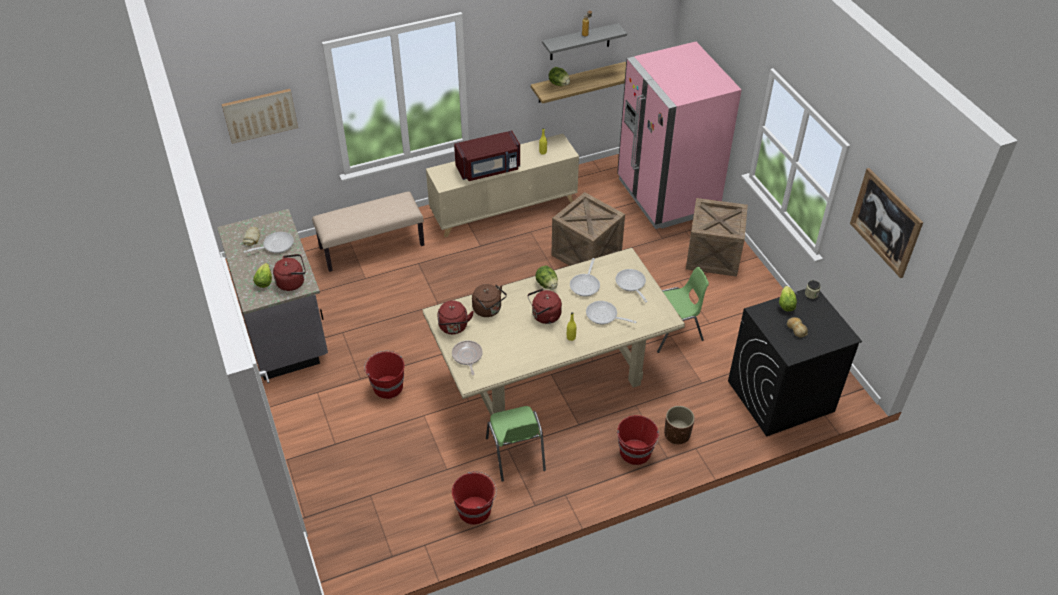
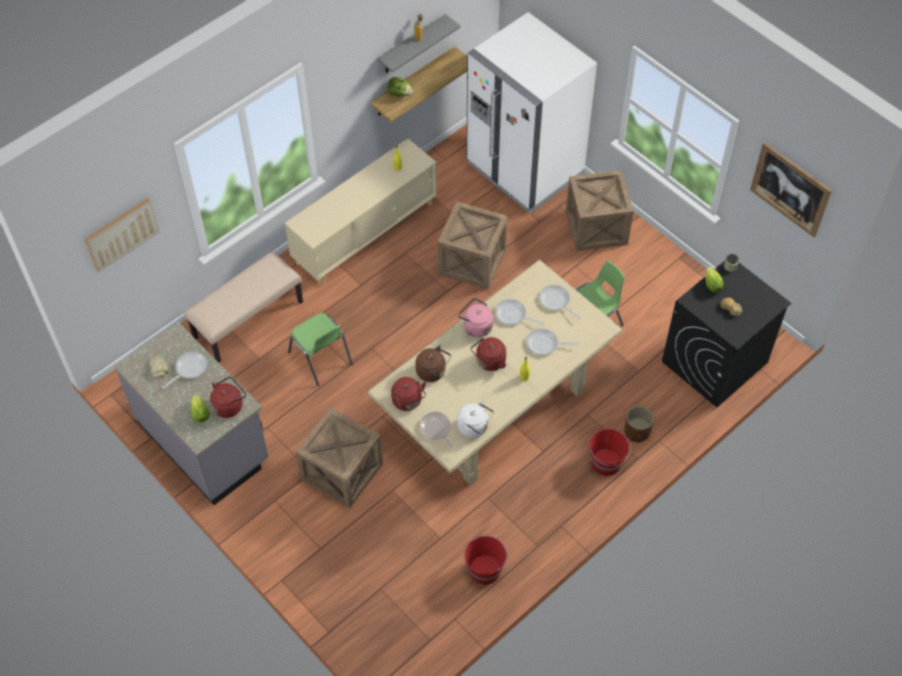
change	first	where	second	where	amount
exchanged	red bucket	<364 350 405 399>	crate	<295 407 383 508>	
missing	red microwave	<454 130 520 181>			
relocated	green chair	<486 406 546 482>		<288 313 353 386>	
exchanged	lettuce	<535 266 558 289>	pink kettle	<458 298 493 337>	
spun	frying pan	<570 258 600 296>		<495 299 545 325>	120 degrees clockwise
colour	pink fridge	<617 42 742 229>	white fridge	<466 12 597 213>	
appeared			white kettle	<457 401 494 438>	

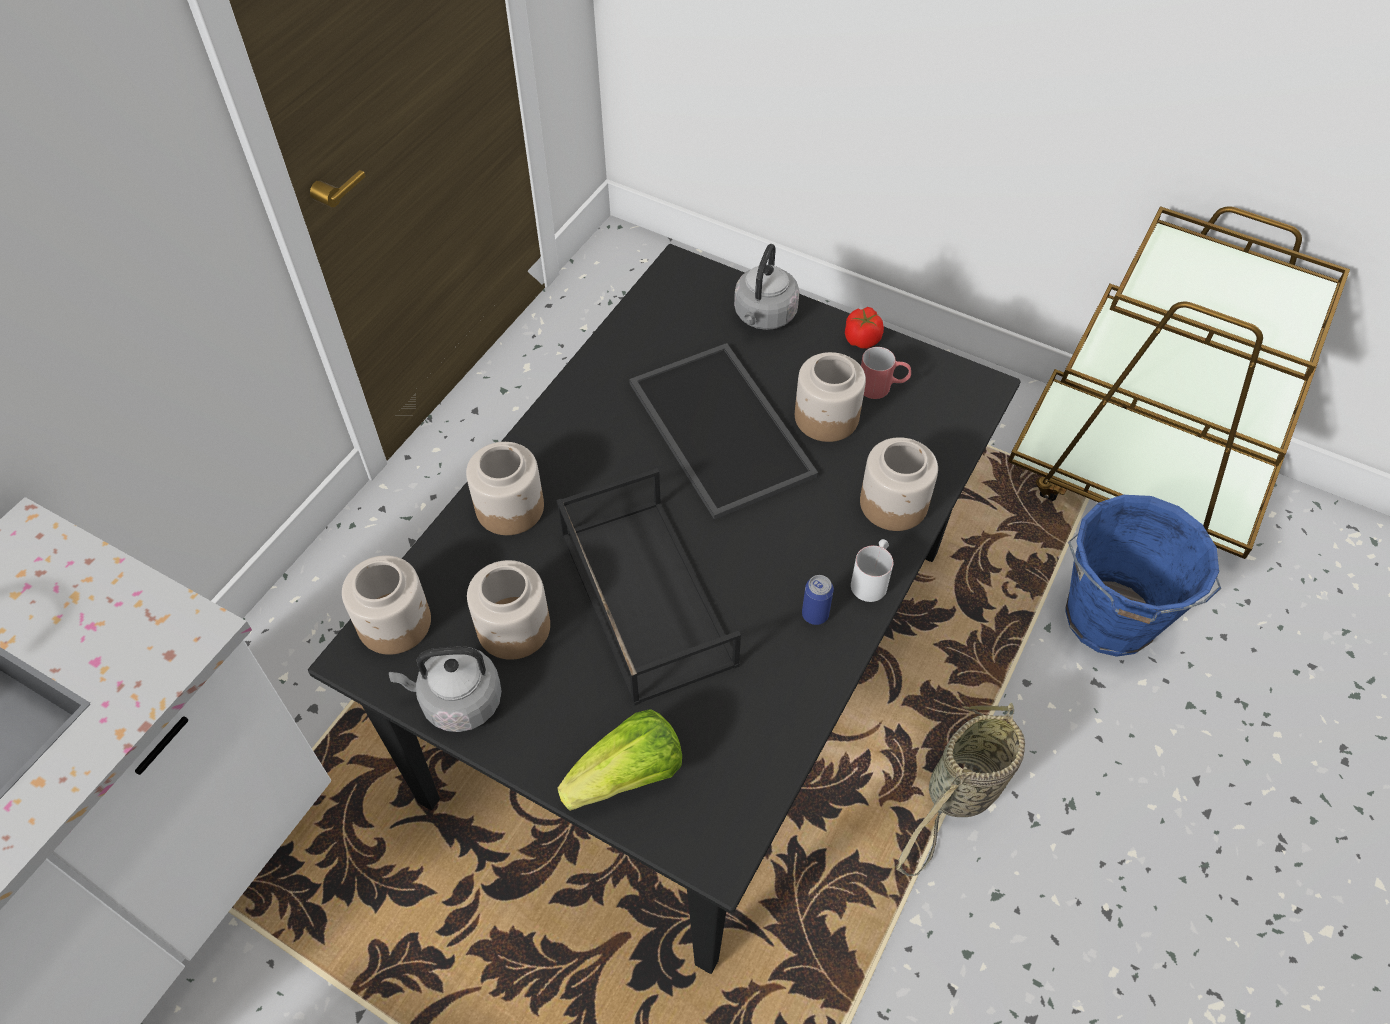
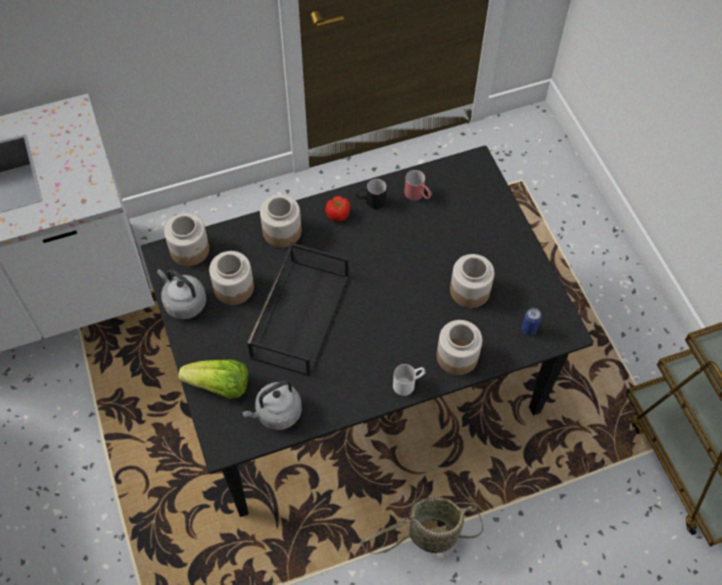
change	first	where	second	where	amount
missing	tray	<629 343 818 520>			
relocated	grey kettle	<734 244 800 330>		<242 380 302 430>	
relocated	can	<802 575 834 625>		<522 308 541 335>	
relocated	tomato	<845 307 884 349>		<325 196 350 221>	
relocated	red mug	<861 347 911 399>		<405 170 432 200>	
missing	blue bucket	<1065 495 1221 657>			
appeared			black mug	<356 179 387 209>	

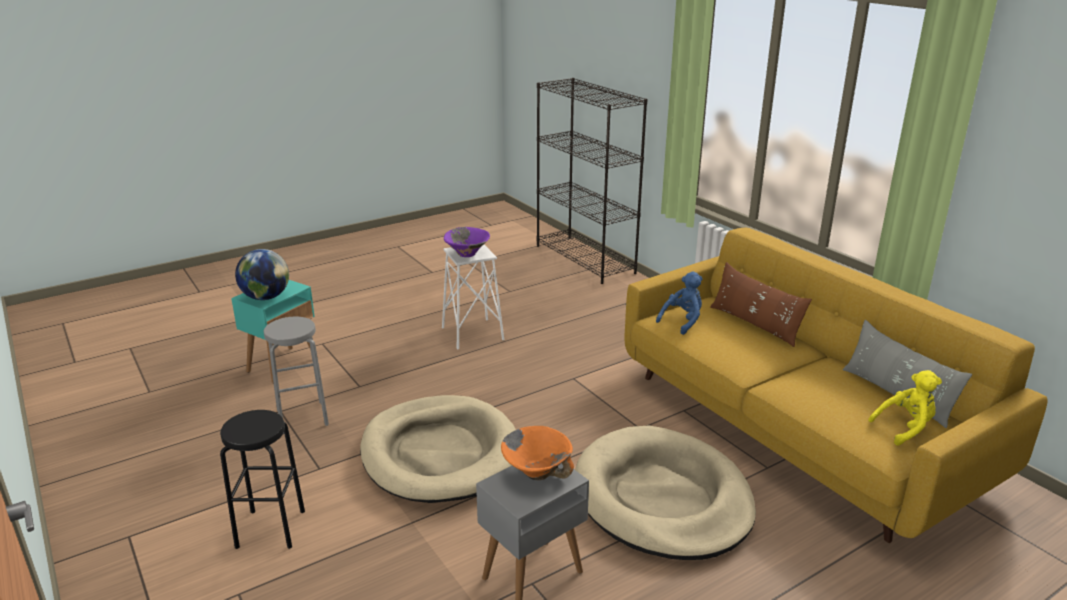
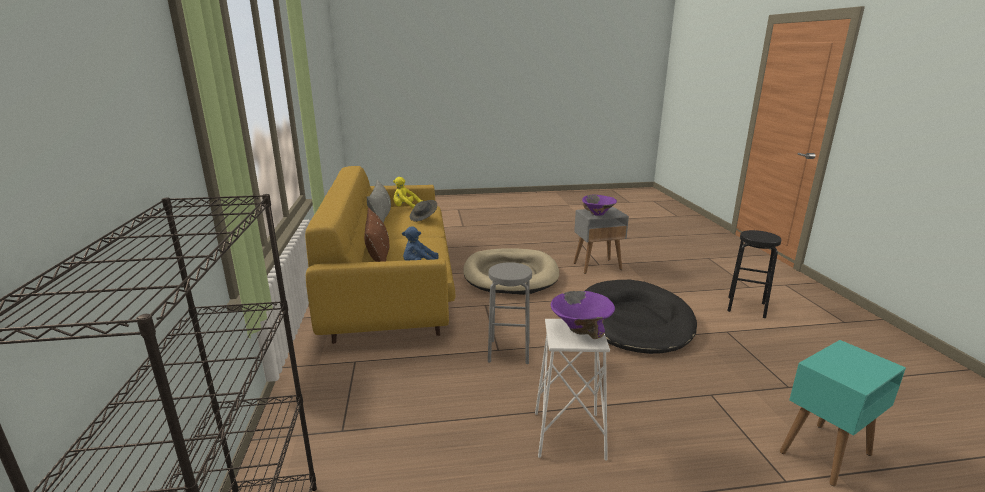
change	first	where	second	where	amount
missing	globe	<235 249 289 300>			
relocated	grey stool	<264 316 329 434>		<488 262 532 364>	
colour	beige dog bed	<360 395 516 503>	black dog bed	<585 280 697 354>	
colour	orange bowl	<501 426 574 480>	purple bowl	<582 194 617 216>	
appeared			grey hat	<410 200 437 222>	

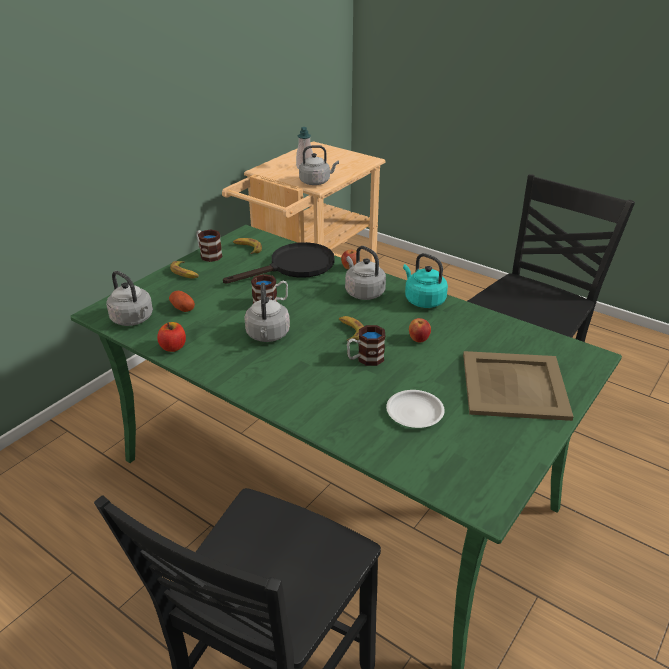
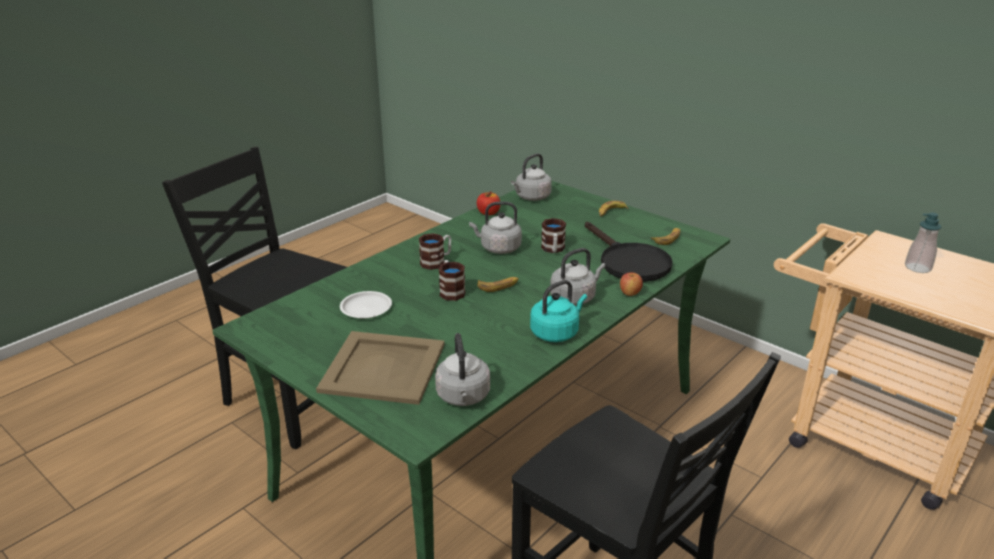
change	first	where	second	where	amount
missing	potato	<169 291 195 312>			
relocated	mug	<196 229 223 262>		<419 233 451 270>	
relocated	grey kettle	<299 145 339 185>		<435 333 490 406>	
missing	apple	<409 318 431 343>			

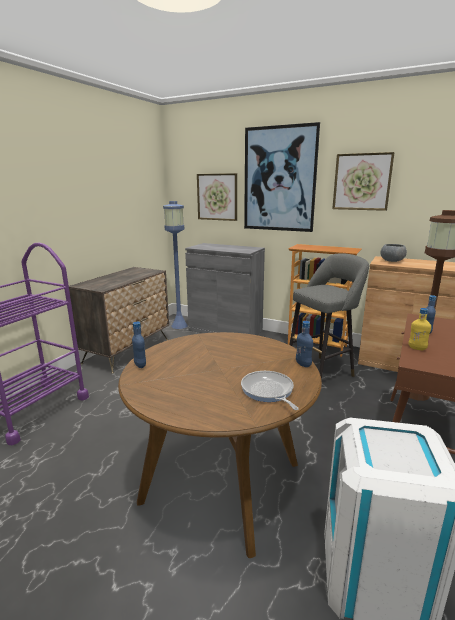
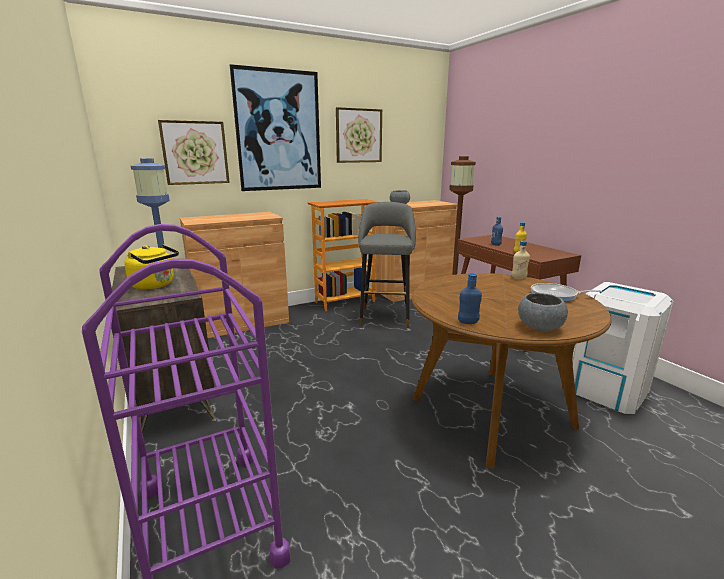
change	first	where	second	where	amount
colour	grey cabinet	<185 243 265 335>	brown cabinet	<180 212 289 338>	
colour	blue bottle	<296 321 313 367>	beige bottle	<511 241 530 279>	
appeared			yellow kettle	<124 244 179 289>	
appeared			grey bowl	<518 293 568 331>	

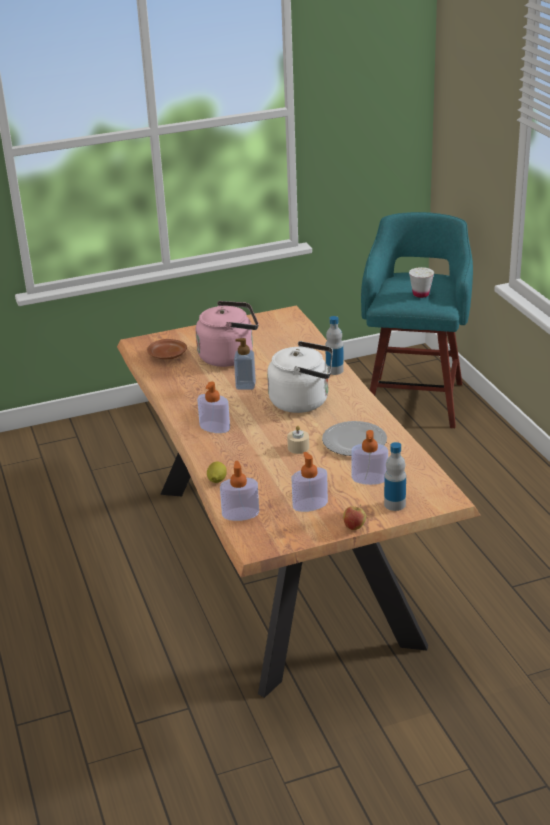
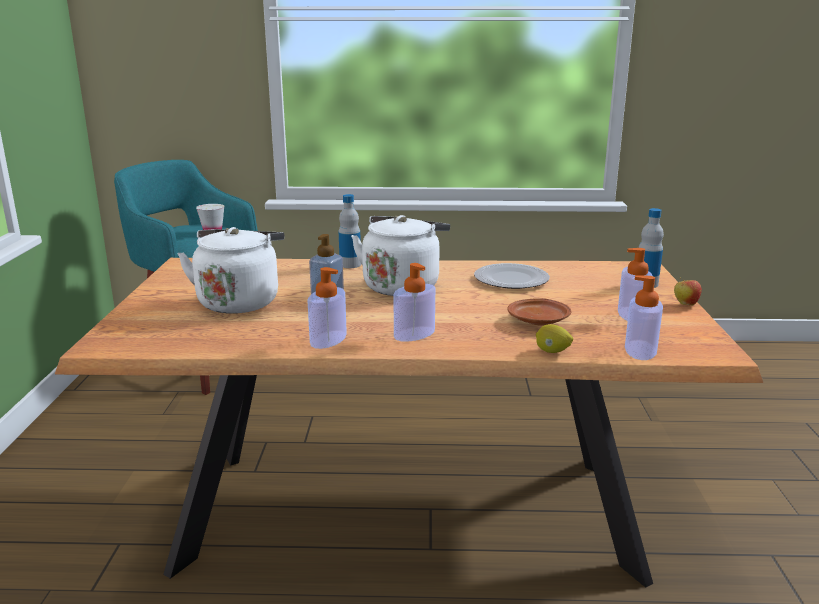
change	first	where	second	where	amount
relocated	brown plate	<147 339 187 359>		<507 298 572 326>	
colour	pink kettle	<196 301 259 367>	white kettle	<178 227 284 314>	
missing	beige candle	<287 426 309 454>			
relocated	soap dispenser	<351 430 388 485>		<307 267 347 349>	

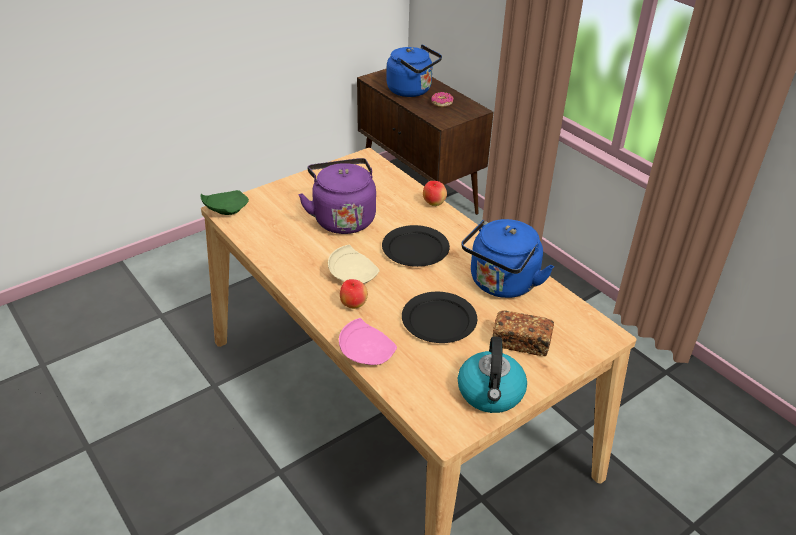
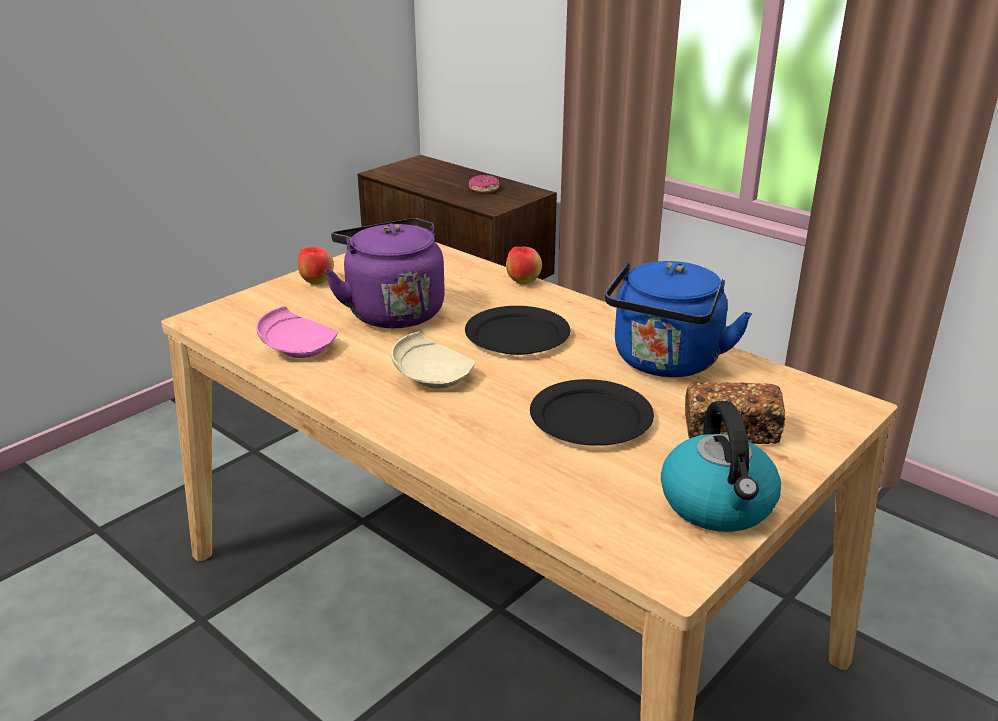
change	first	where	second	where	amount
missing	green plate	<201 190 249 215>			
relocated	pink plate	<339 318 397 365>		<256 306 338 358>	
relocated	apple	<340 279 368 309>		<298 247 334 285>	
missing	blue kettle	<386 45 442 97>			

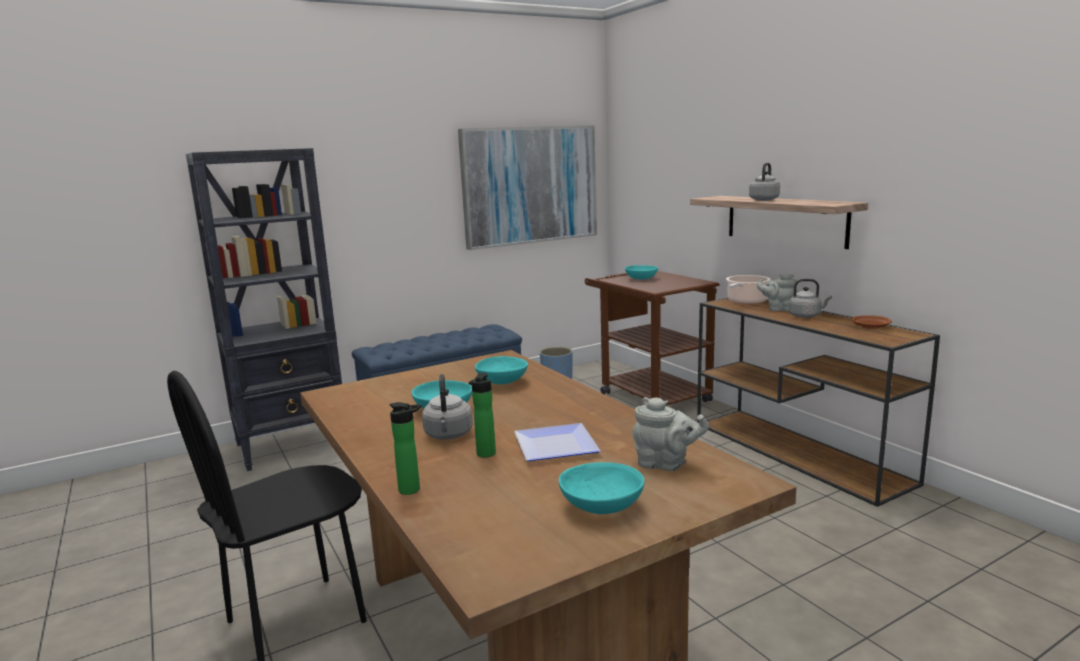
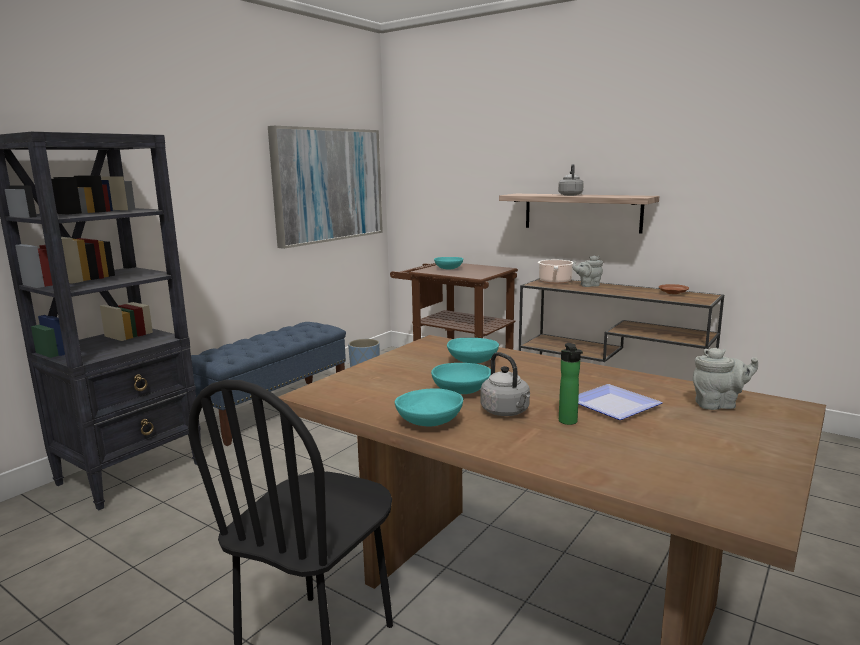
change	first	where	second	where	amount
missing	bottle	<390 402 421 495>			
relocated	turquoise bowl	<559 462 645 514>		<395 388 463 427>	
missing	grey kettle	<788 279 832 318>			

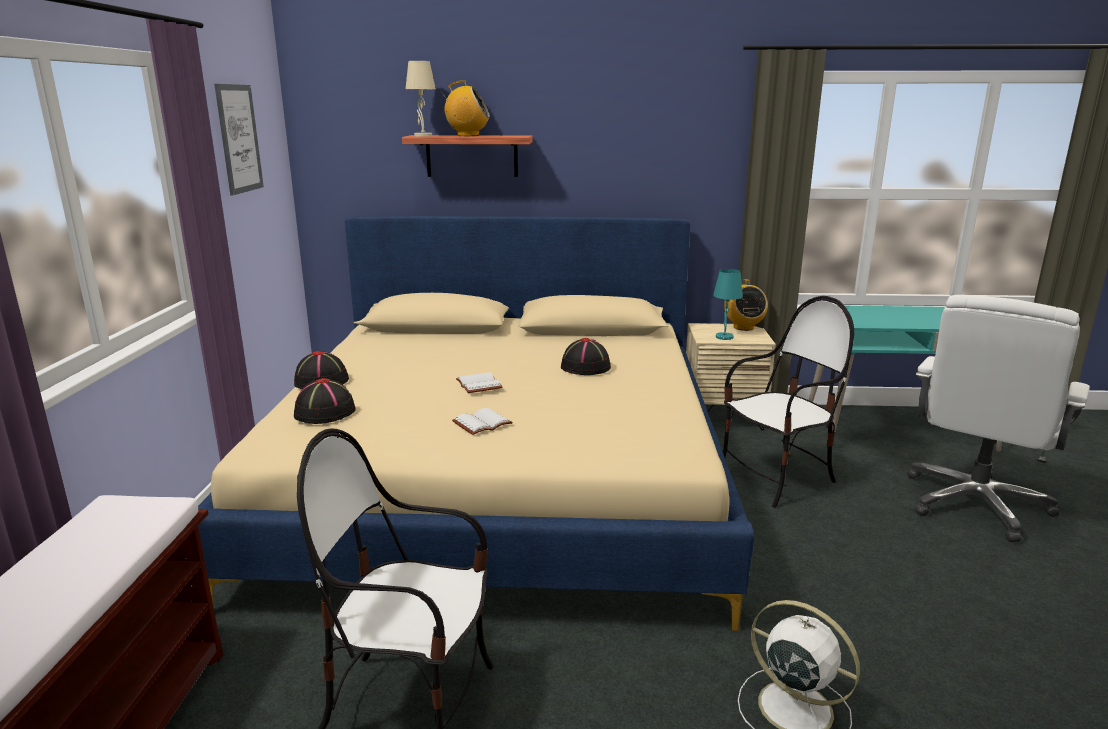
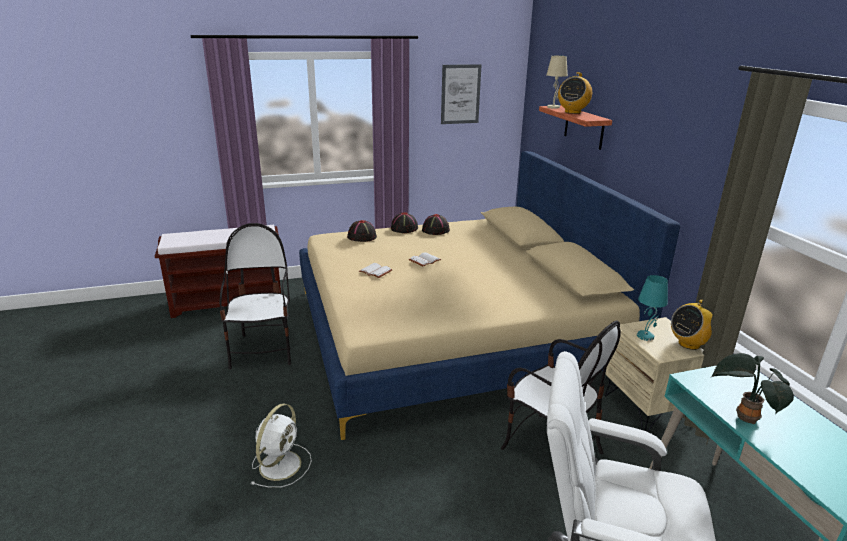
change	first	where	second	where	amount
spun	radio	<440 80 490 136>		<558 72 592 114>	45 degrees clockwise
relocated	black hat	<561 338 611 375>		<422 214 450 235>	
appeared			potted plant	<710 353 794 425>	

